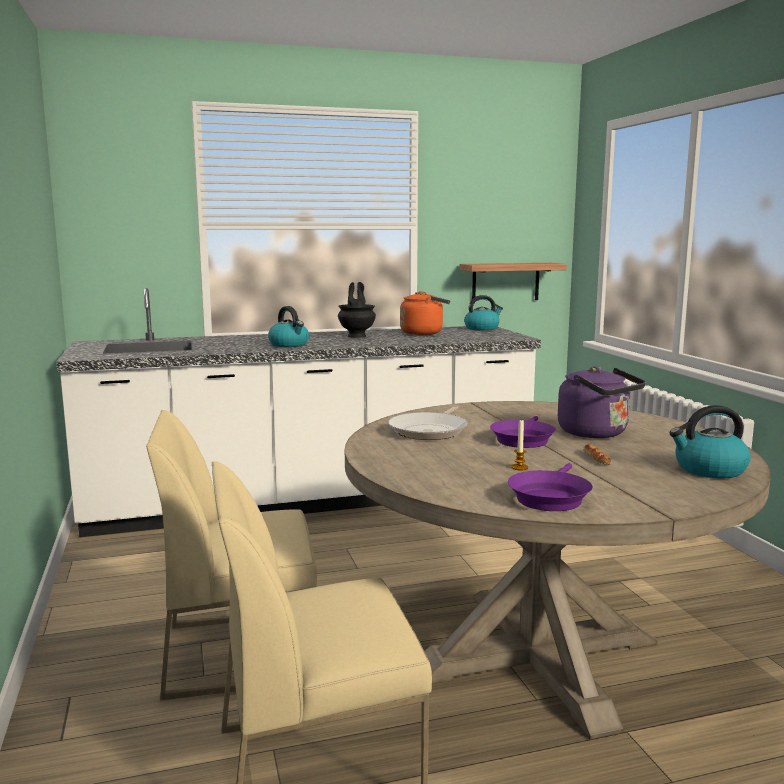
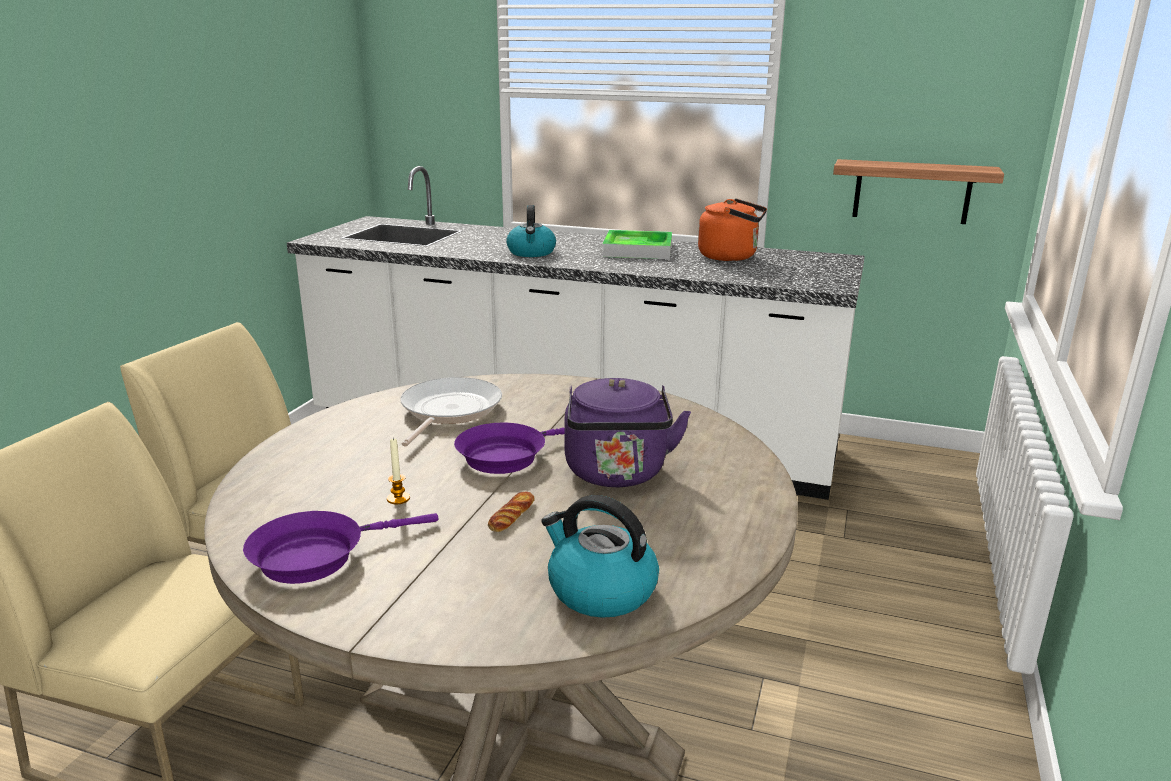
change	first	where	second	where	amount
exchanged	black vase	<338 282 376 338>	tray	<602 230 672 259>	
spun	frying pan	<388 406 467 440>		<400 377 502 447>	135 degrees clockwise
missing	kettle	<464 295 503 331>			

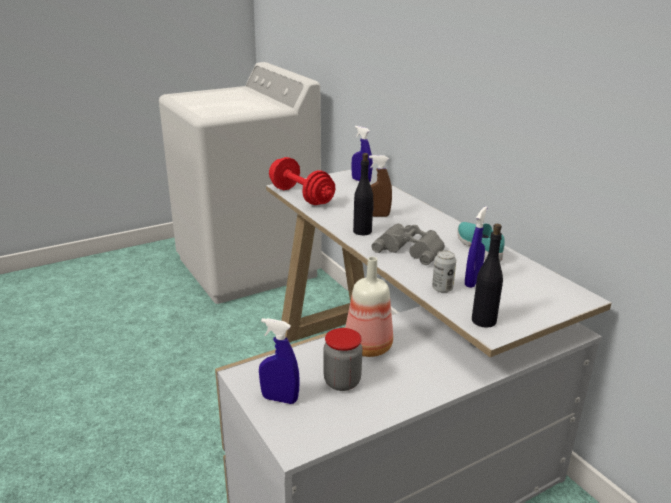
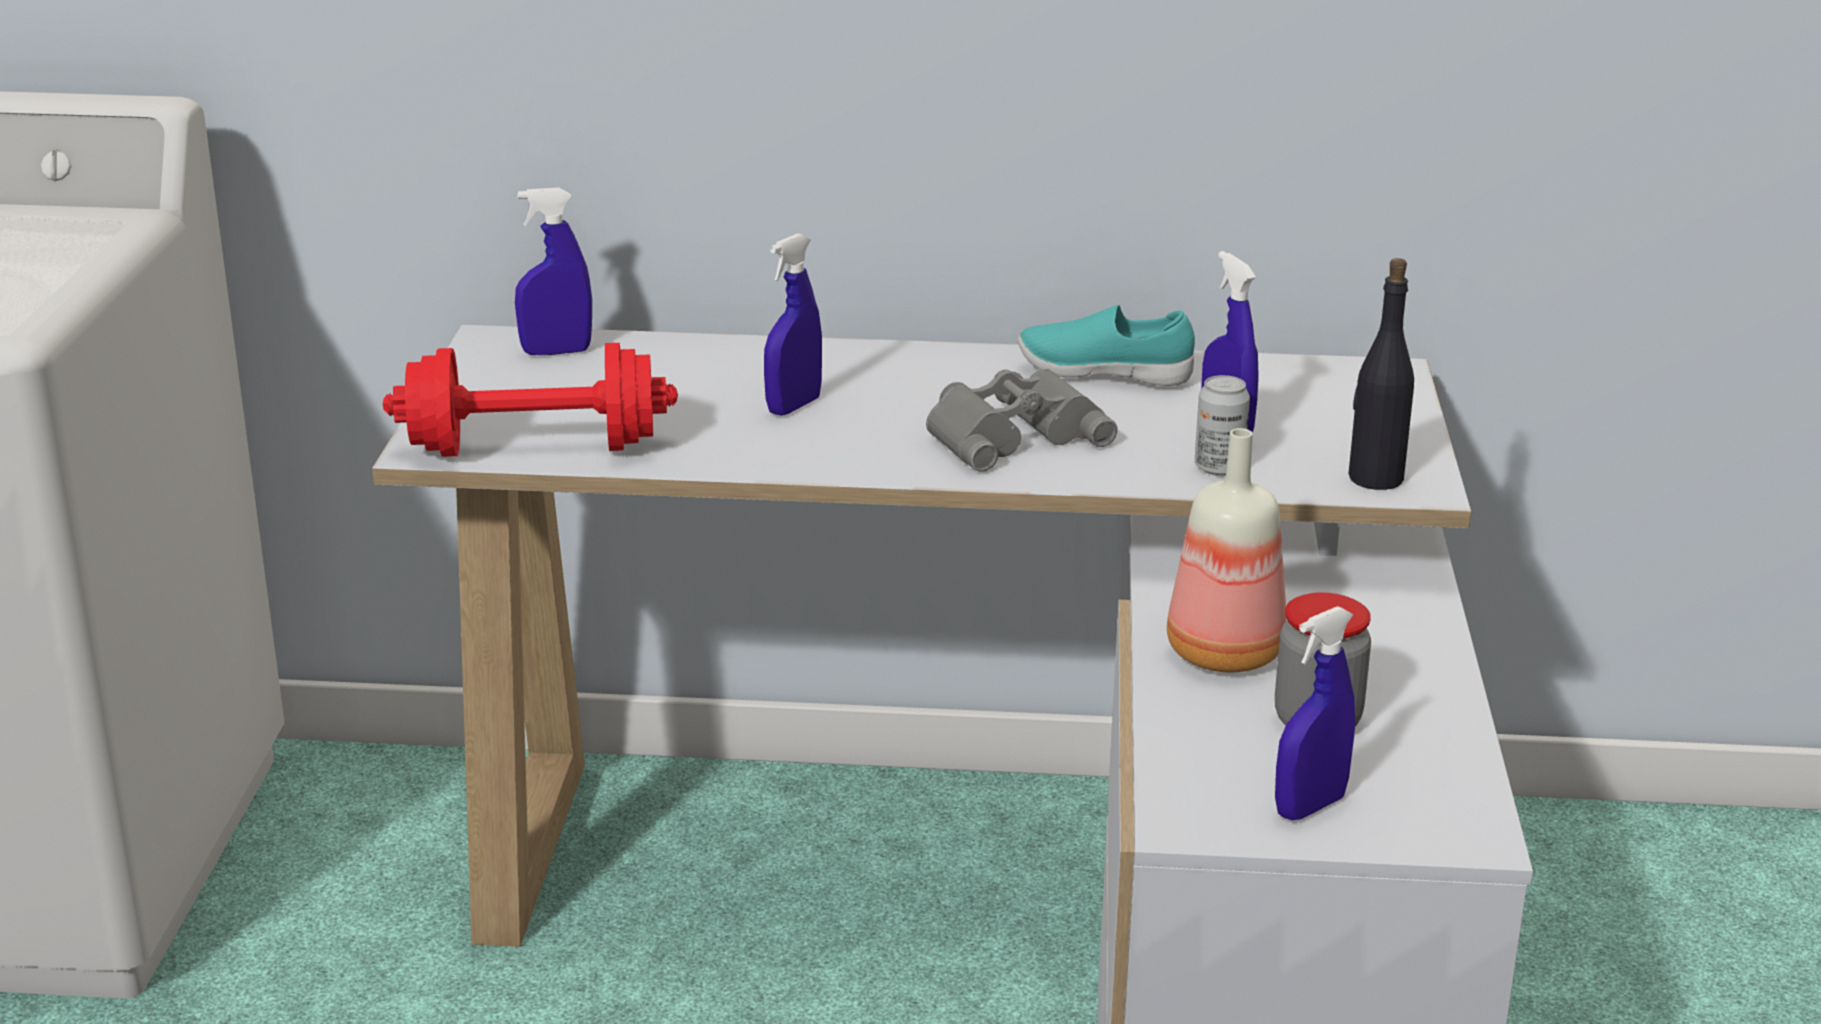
change	first	where	second	where	amount
missing	black bottle	<353 153 374 235>			
colour	brown spray bottle	<369 155 392 217>	blue spray bottle	<764 233 822 416>	

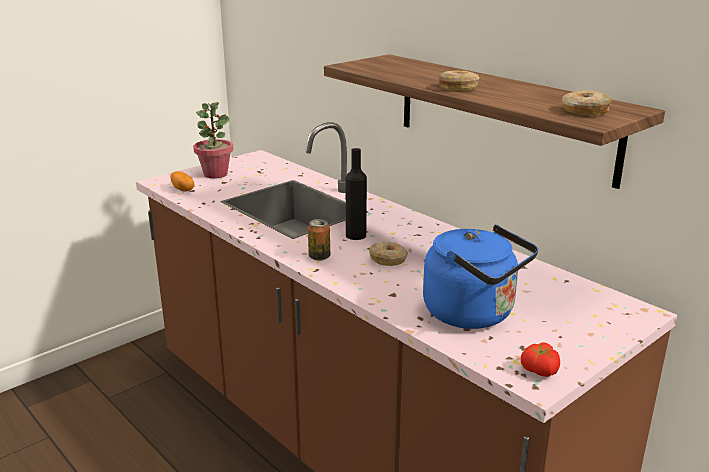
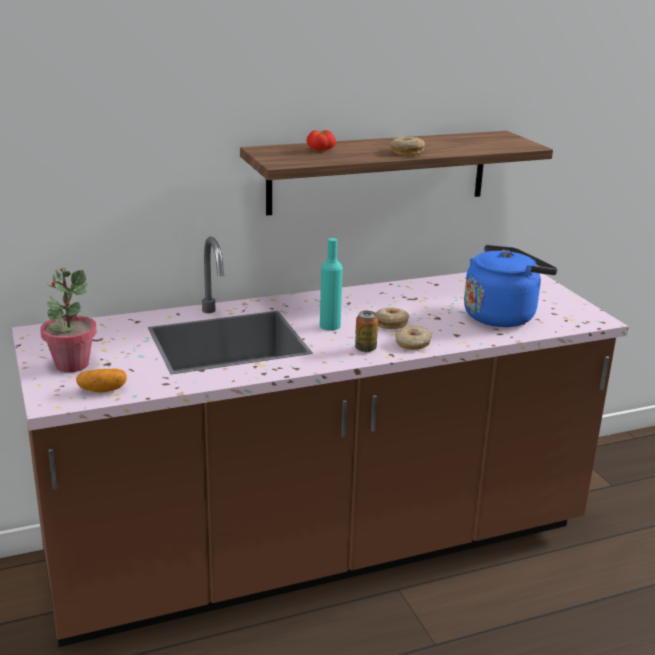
change	first	where	second	where	amount
colour	black bottle	<346 148 367 240>	turquoise bottle	<320 238 343 331>	
relocated	tomato	<521 342 560 377>		<307 130 336 151>	
relocated	donut	<562 90 612 116>		<395 326 432 350>	

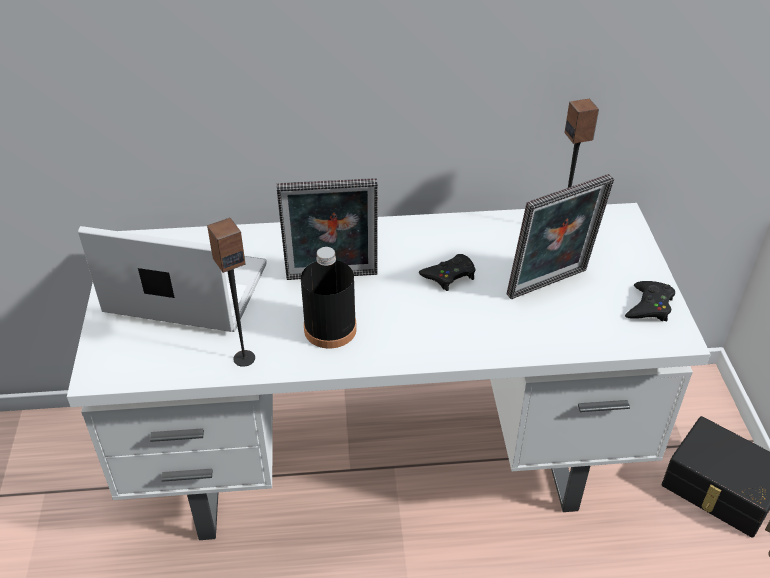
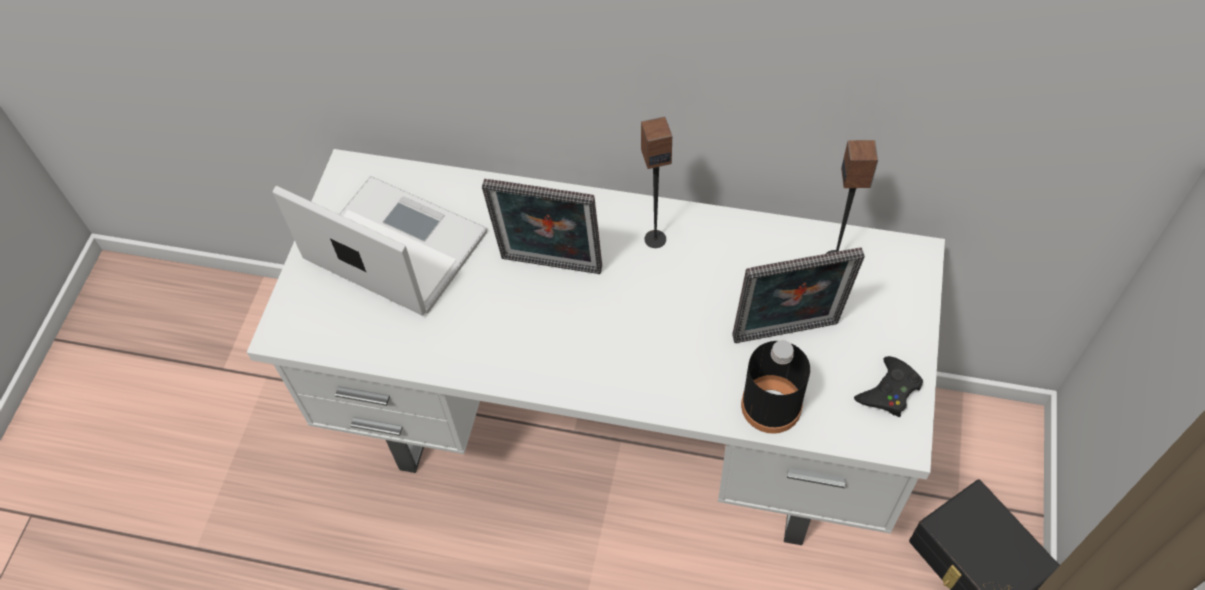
change	first	where	second	where	amount
relocated	speaker	<207 217 255 367>		<641 116 672 248>	
relocated	black bottle	<301 247 357 348>		<741 340 810 434>	
missing	black game controller	<419 254 476 291>			

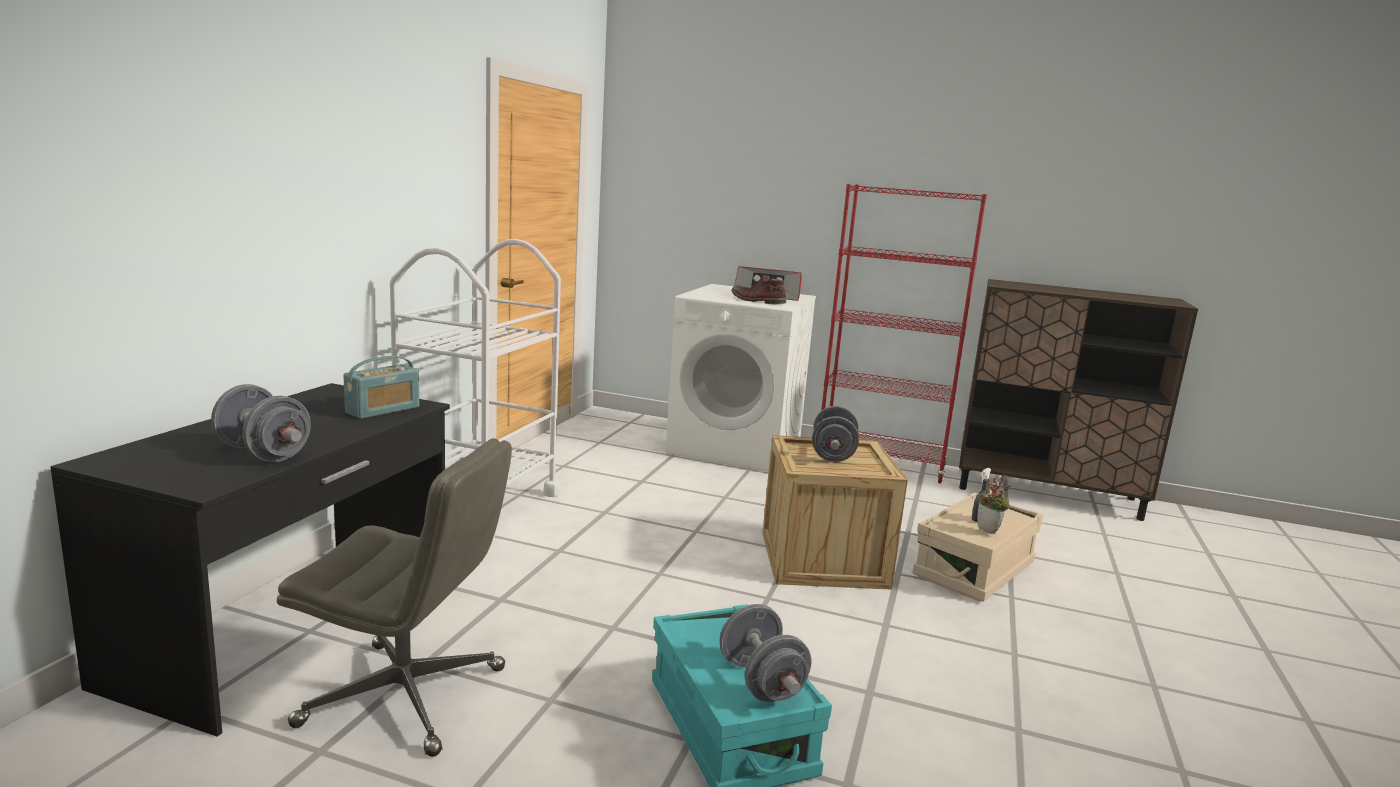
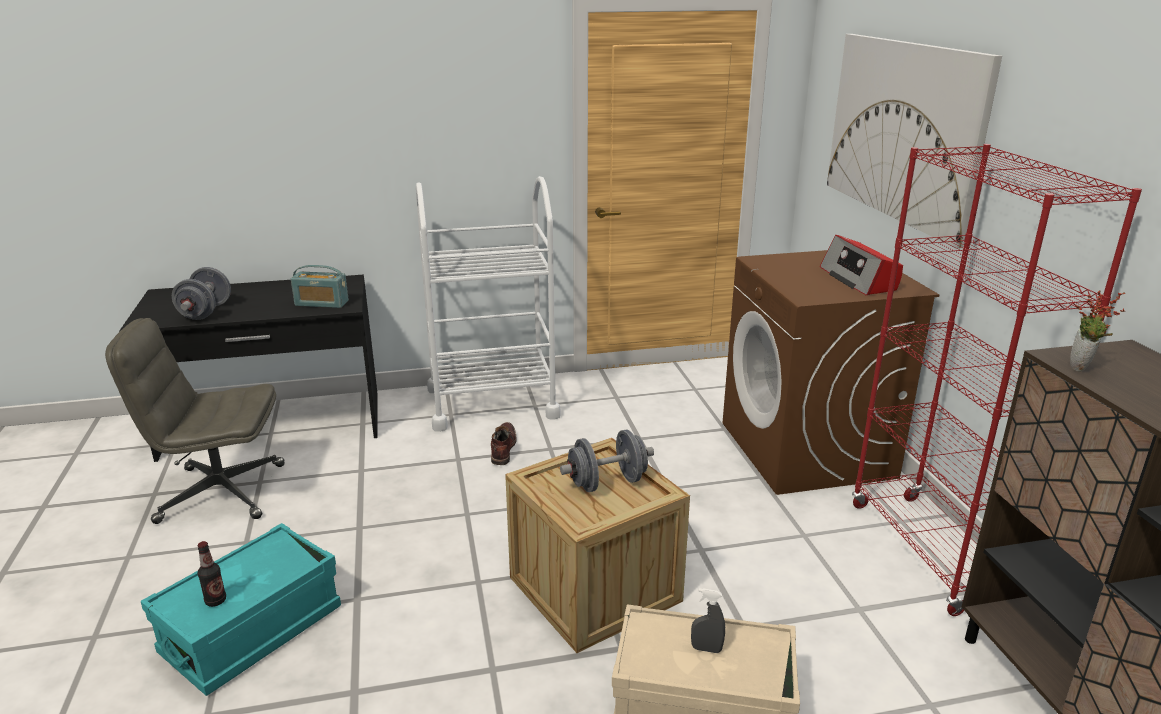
change	first	where	second	where	amount
spun	grey office chair	<277 438 512 757>		<105 318 285 524>	105 degrees clockwise
colour	white washing machine	<665 284 816 472>	brown washing machine	<723 250 939 495>	
exchanged	grey dumbbell	<719 604 812 702>	bottle	<197 541 226 607>	
relocated	brown boot	<731 275 786 304>		<491 422 517 465>	
relocated	potted plant	<977 474 1011 534>		<1070 291 1125 372>	
appeared			picture	<827 34 1002 249>	

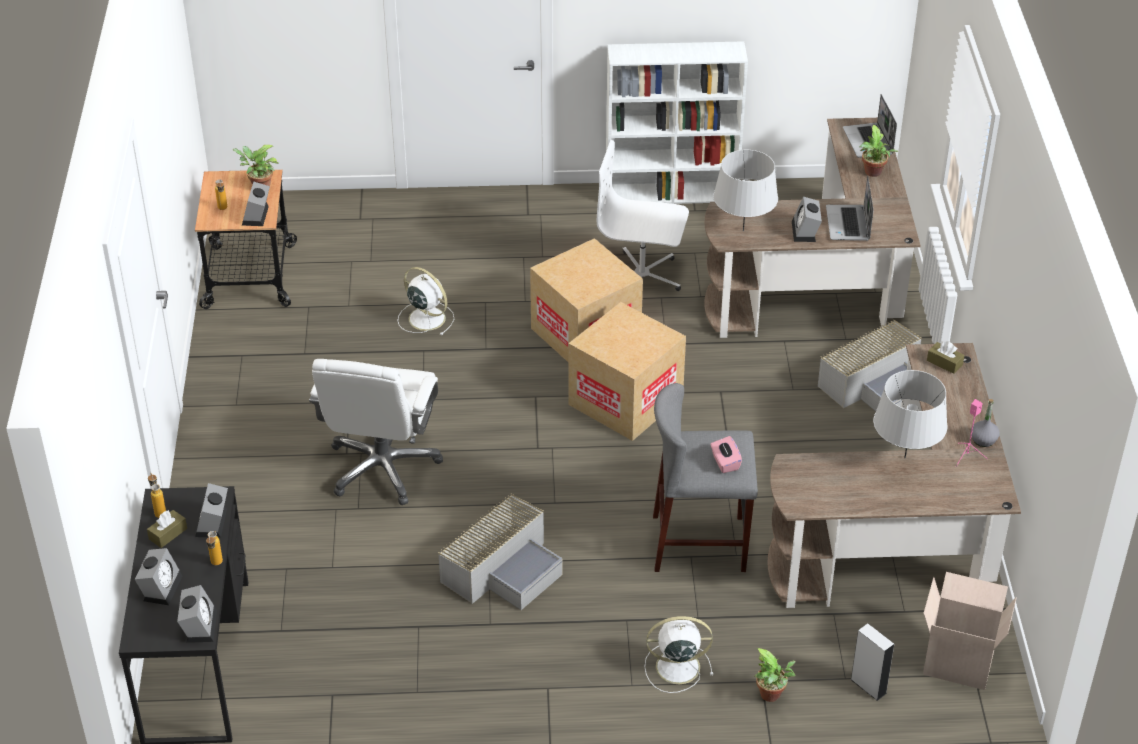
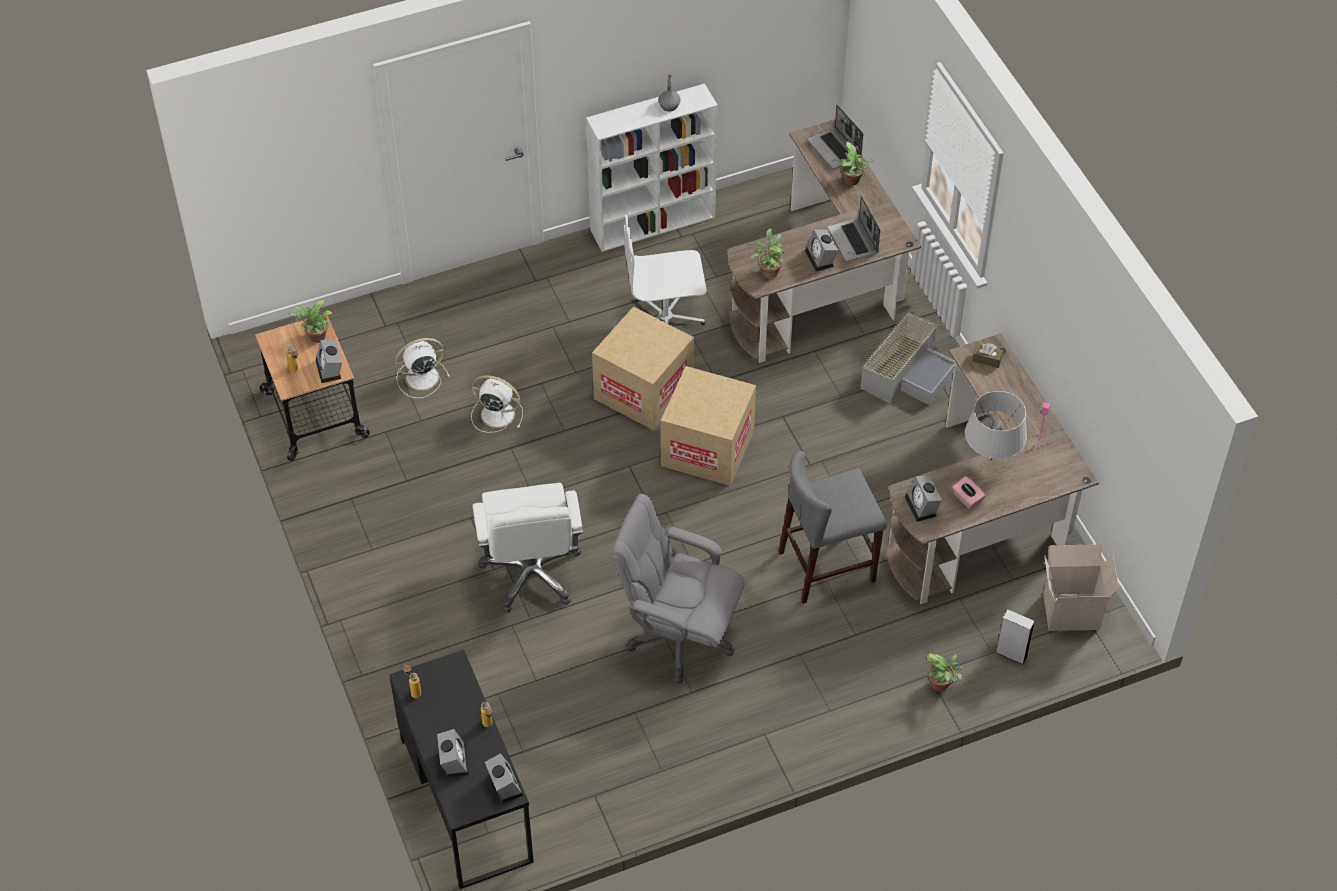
change	first	where	second	where	amount
missing	brown tissue box	<147 510 187 548>			
relocated	alarm clock	<195 483 228 538>		<905 476 942 522>	
exchanged	grey storage box	<438 493 563 610>	grey office chair	<611 494 745 683>	
relocated	white fan	<644 616 713 693>		<395 338 450 398>	
relocated	pink tissue box	<710 436 742 473>		<952 476 985 509>	
exchanged	grey table lamp	<713 150 778 231>	potted plant	<751 228 785 279>	
relocated	grey bottle	<971 399 1000 447>		<658 74 681 111>	

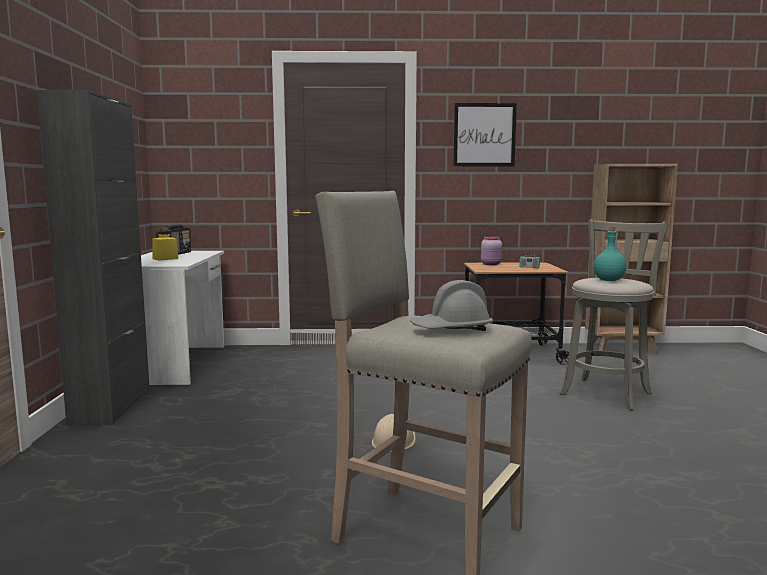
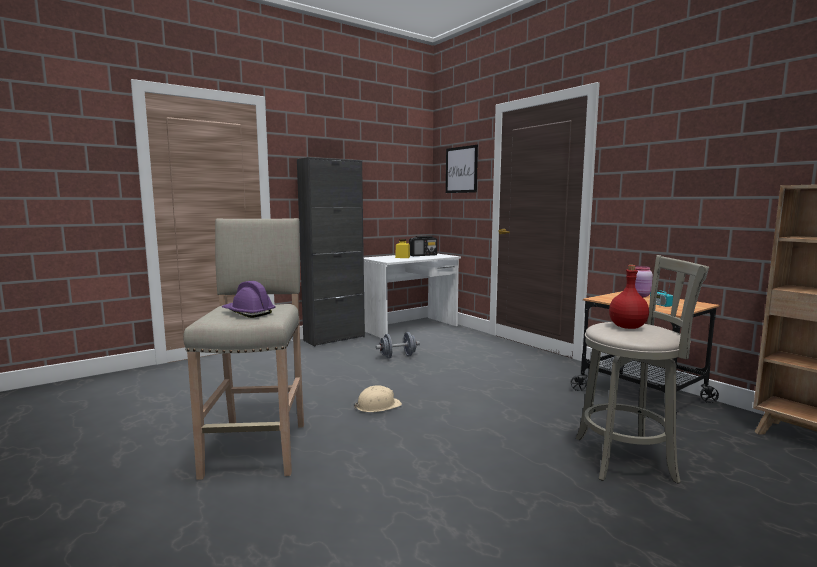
change	first	where	second	where	amount
colour	grey hard hat	<410 280 493 331>	purple hard hat	<222 281 276 318>	
relocated	picture	<453 103 517 167>		<446 145 478 193>	
colour	turquoise bottle	<594 227 626 281>	red bottle	<609 265 649 329>	
appeared			grey dumbbell	<376 332 420 359>	

